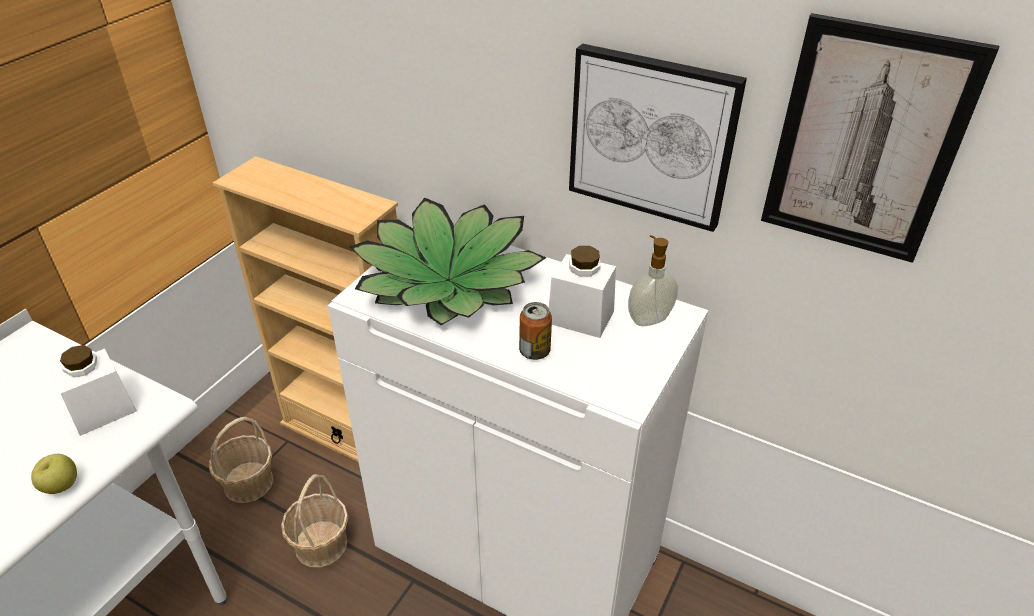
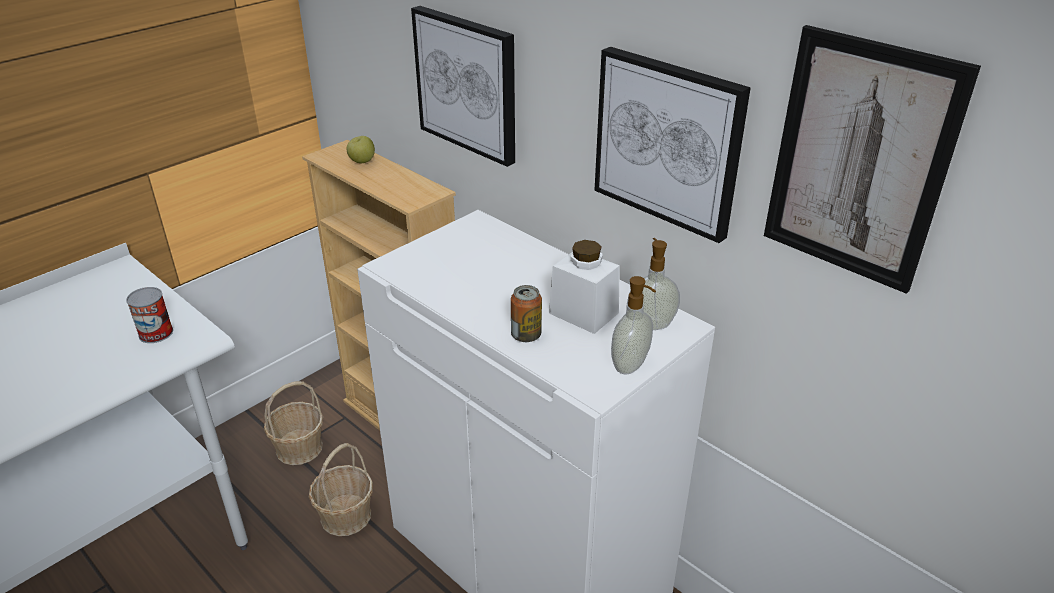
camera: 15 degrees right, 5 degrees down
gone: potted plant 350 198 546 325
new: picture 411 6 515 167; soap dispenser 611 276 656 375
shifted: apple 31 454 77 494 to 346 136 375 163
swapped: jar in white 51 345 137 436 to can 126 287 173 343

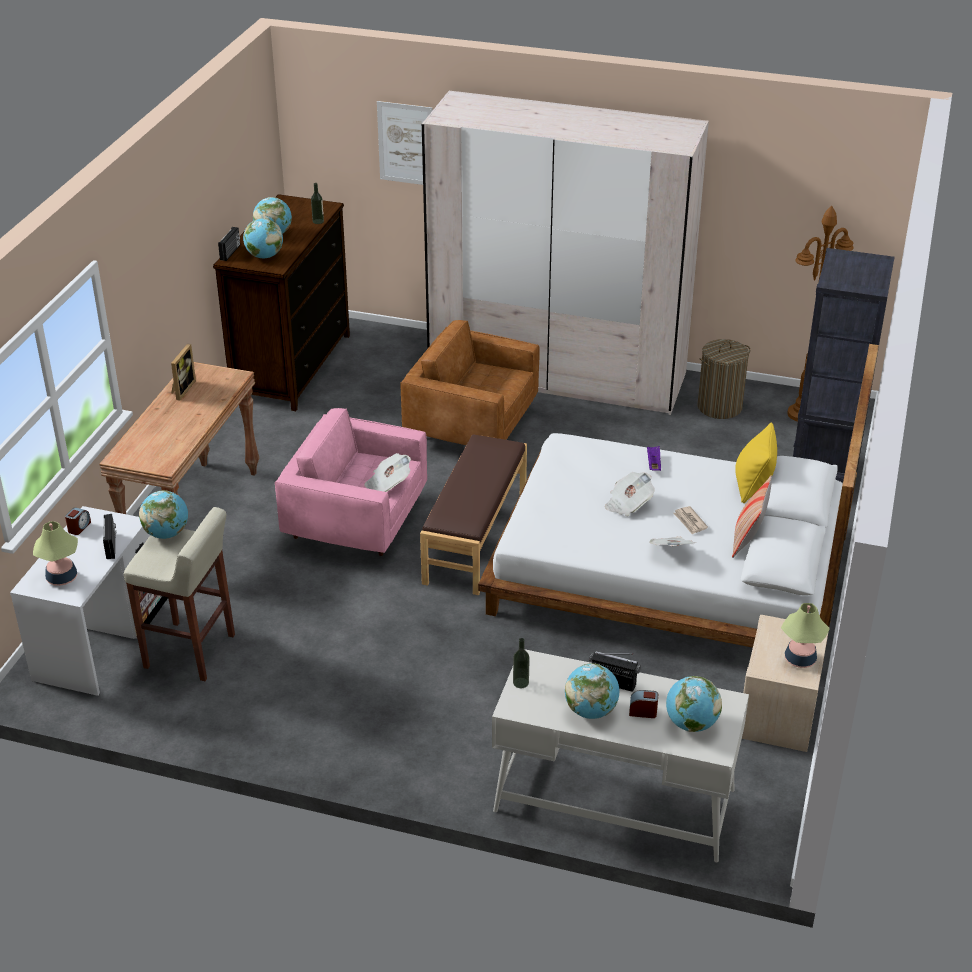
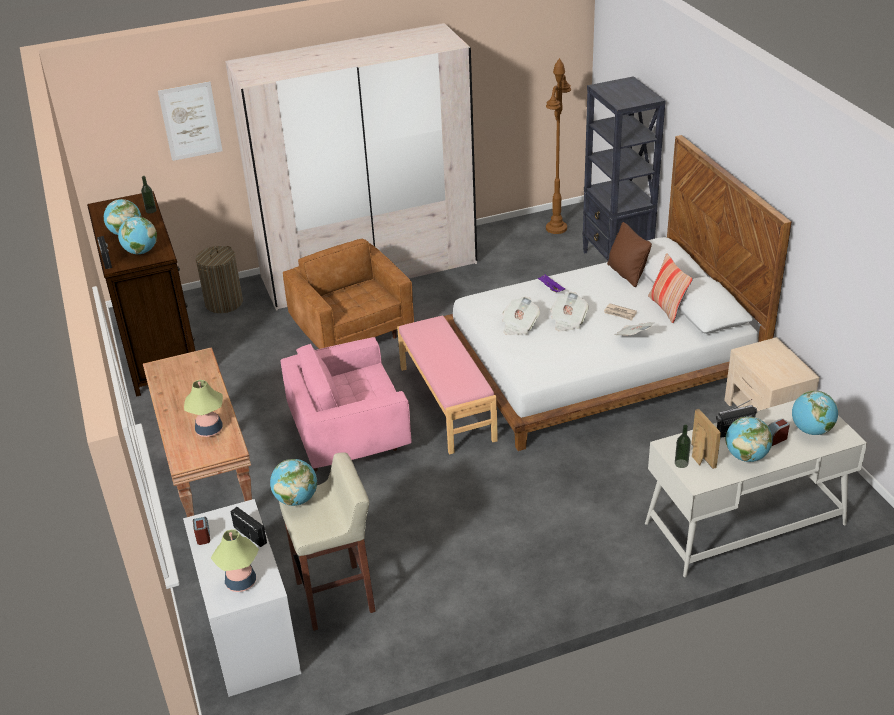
camera: 35 degrees left, 0 degrees up
shifted: table lamp 781 603 830 668 to 184 380 223 437; laundry basket 697 339 750 419 to 196 246 243 313; newspaper 364 453 411 492 to 502 297 540 335; picture frame 171 344 196 401 to 691 409 721 469
repainted: bench in brown 420 434 527 595 to bench in pink 397 316 498 455; pillow in yellow 735 423 777 503 to pillow in brown 607 222 652 287
rotated: armchair in brown 400 320 540 445 = 283 239 414 350 75 degrees clockwise

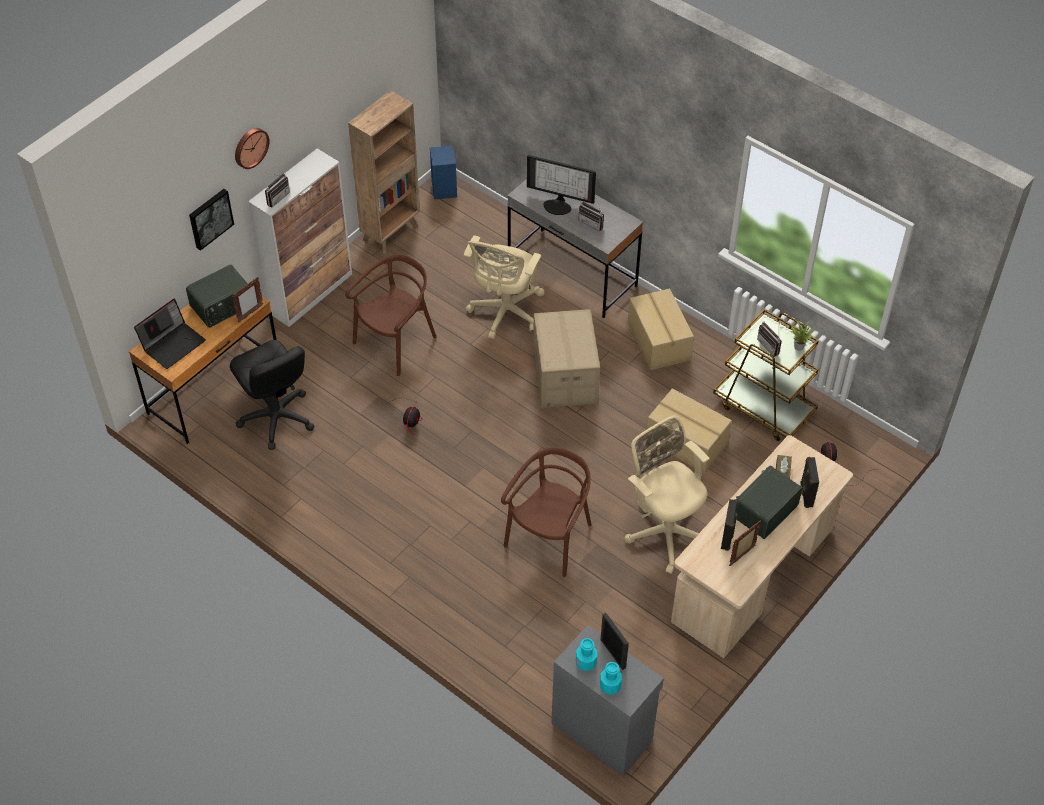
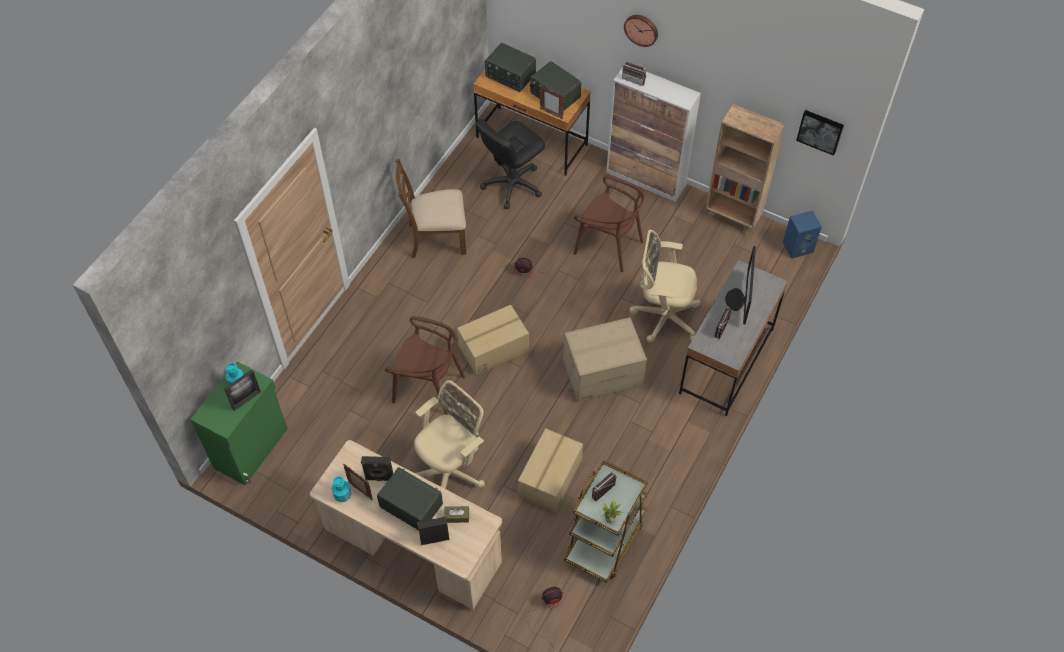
camera: 80 degrees right, 5 degrees up
new: chair in brown 396 159 466 258
shifted: bottle in turquoise 600 662 622 695 to 332 476 351 502; cardboard box 628 288 694 370 to 457 305 529 375; picture 189 189 234 251 to 796 110 844 156
swapped: laptop 134 299 206 369 to radio 485 43 536 92
repainted: cabinet in grey 551 625 664 776 to cabinet in green 190 362 288 485

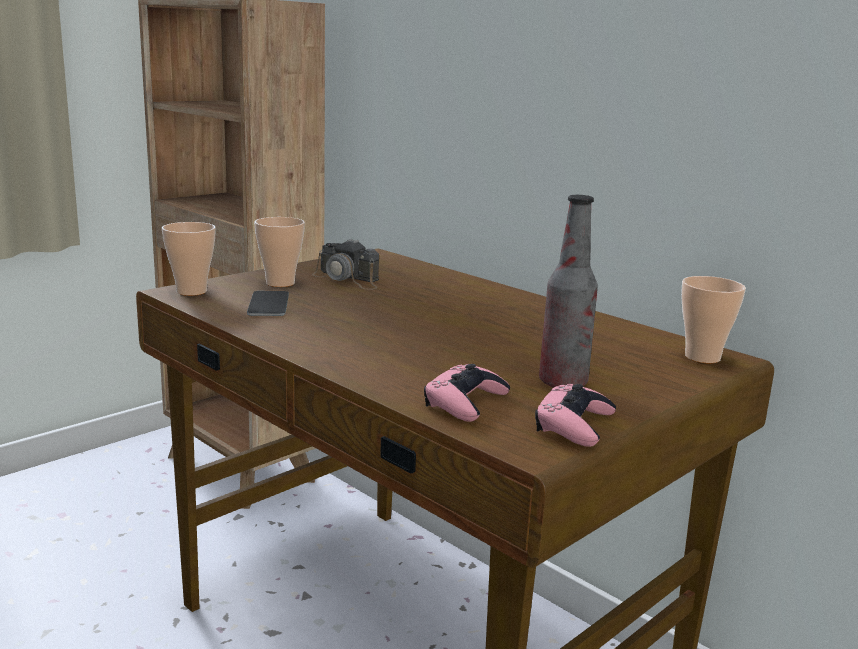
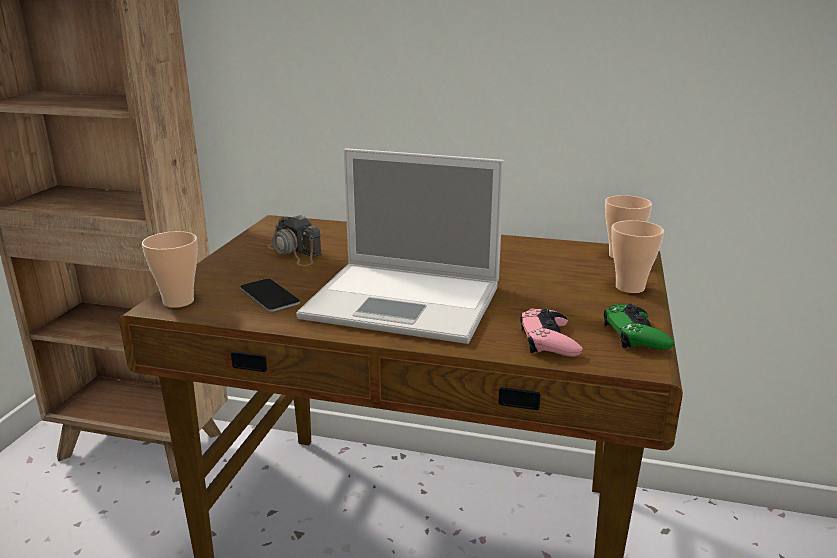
camera: 30 degrees left, 5 degrees up
gone: bottle 539 195 598 388
new: laptop 296 148 505 344
shifted: cup 254 217 305 287 to 611 220 664 293
repainted: game controller in pink 535 384 616 447 to game controller in green 604 304 675 350
rotated: photo camera 312 239 379 290 = 267 215 322 266 45 degrees clockwise

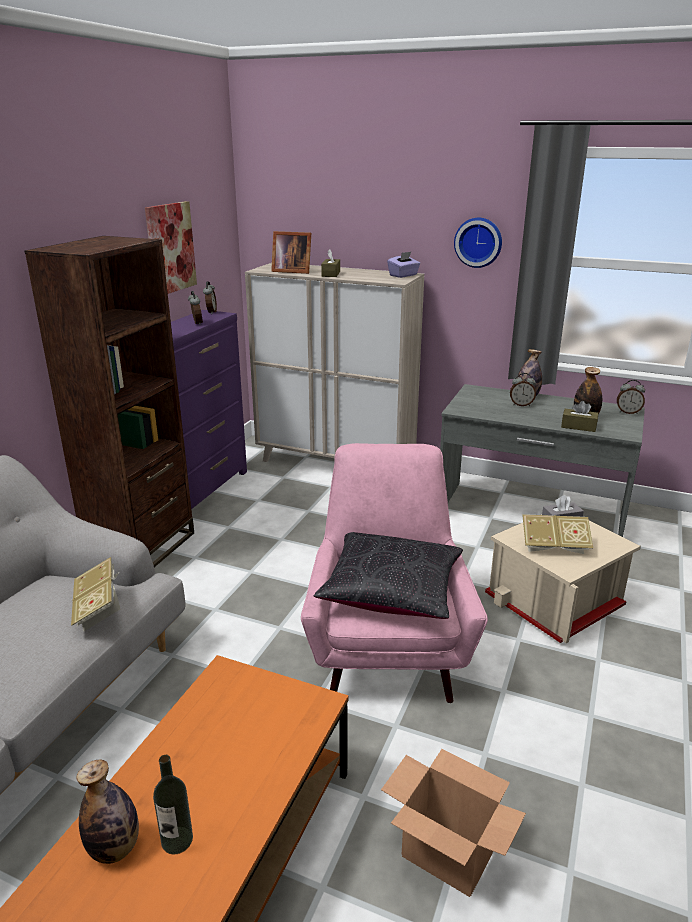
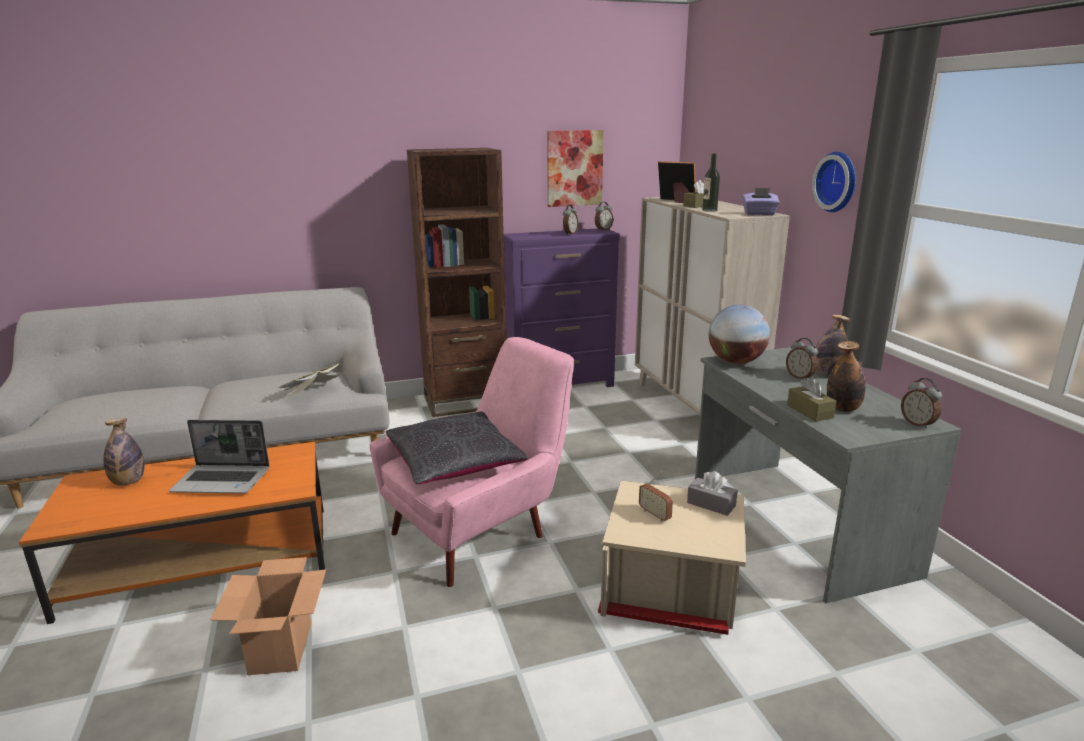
camera: 50 degrees right, 5 degrees down
new: laptop 169 420 270 494; globe 709 305 770 364
shifted: bottle 153 755 193 855 to 702 154 720 212
swapped: book 522 514 593 554 to radio 639 471 673 522
rotated: picture frame 271 231 311 274 = 658 161 696 203 150 degrees clockwise

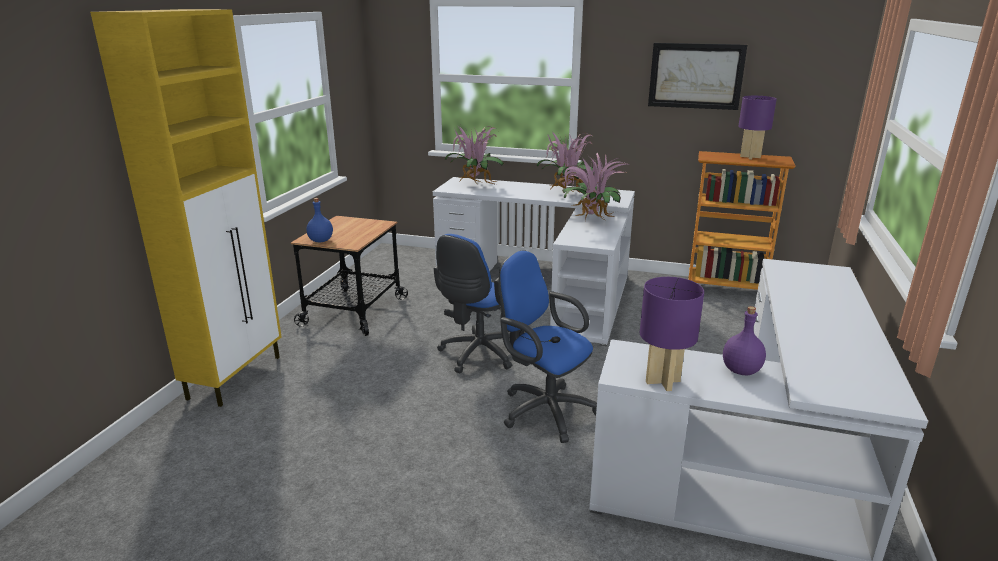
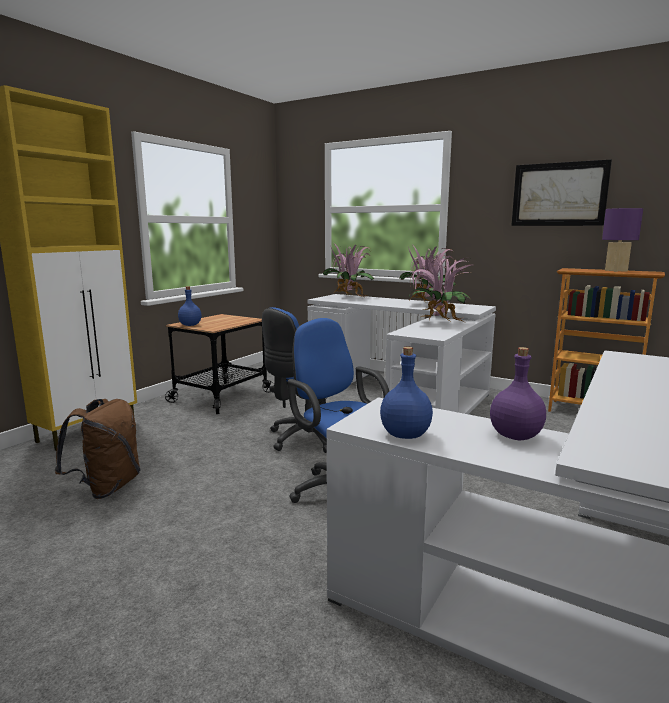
camera: 15 degrees right, 10 degrees down
new: backpack in brown 55 399 140 499
swapped: table lamp in purple 640 277 704 391 to bottle in blue 380 347 433 439

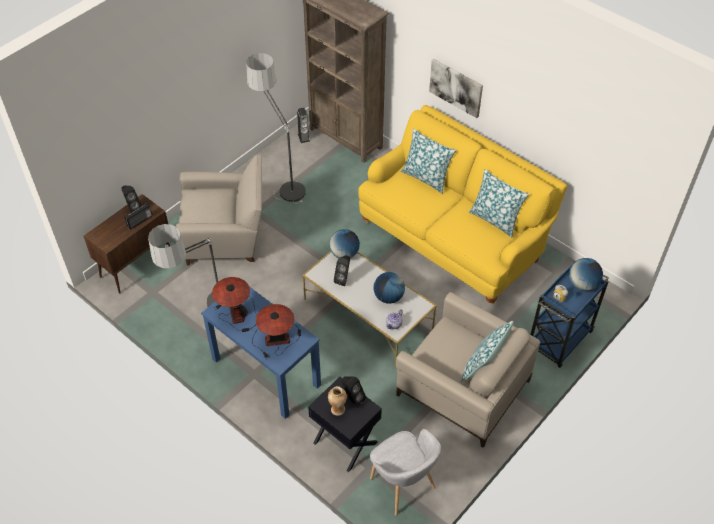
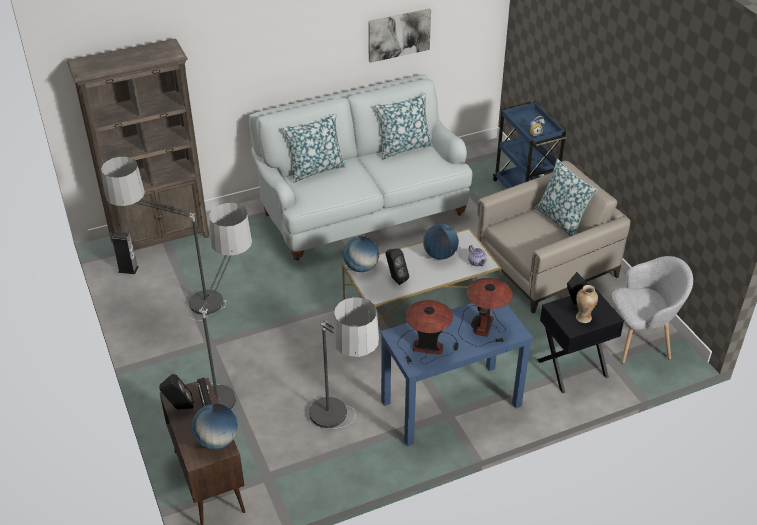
camera: 65 degrees left, 10 degrees down
shifted: globe 569 258 603 291 to 192 404 238 450; picture 429 59 483 118 to 368 9 431 63
swapped: armchair in beige 176 154 262 265 to floor lamp 199 203 252 409
repainted: sofa in yellow 358 105 567 304 to sofa in white 249 74 472 261

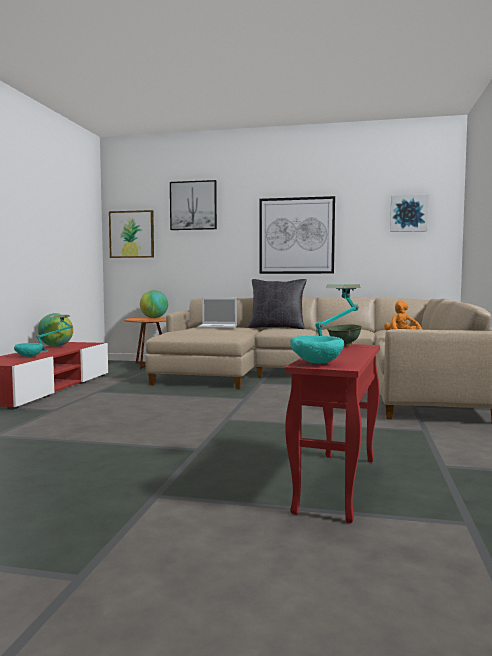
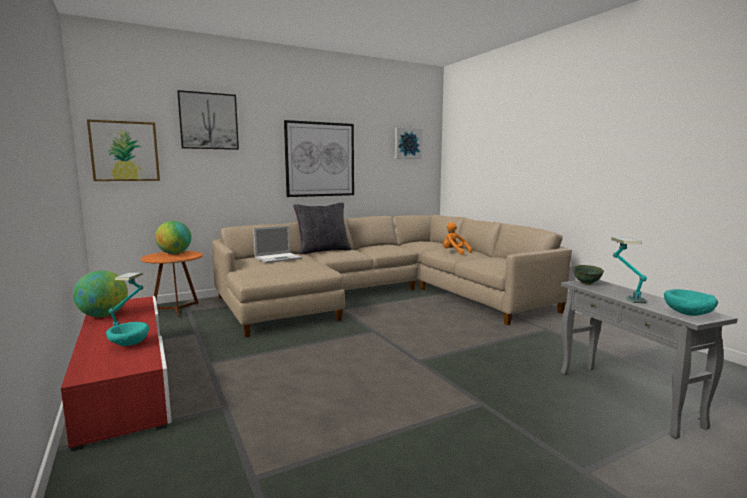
camera: 40 degrees left, 5 degrees up
repainted: side table in red 285 344 380 523 to side table in grey 561 280 738 439

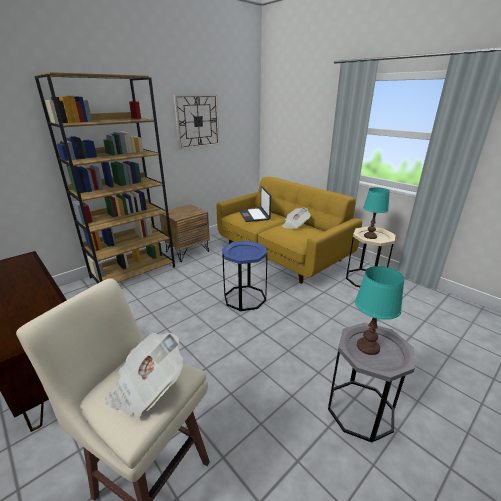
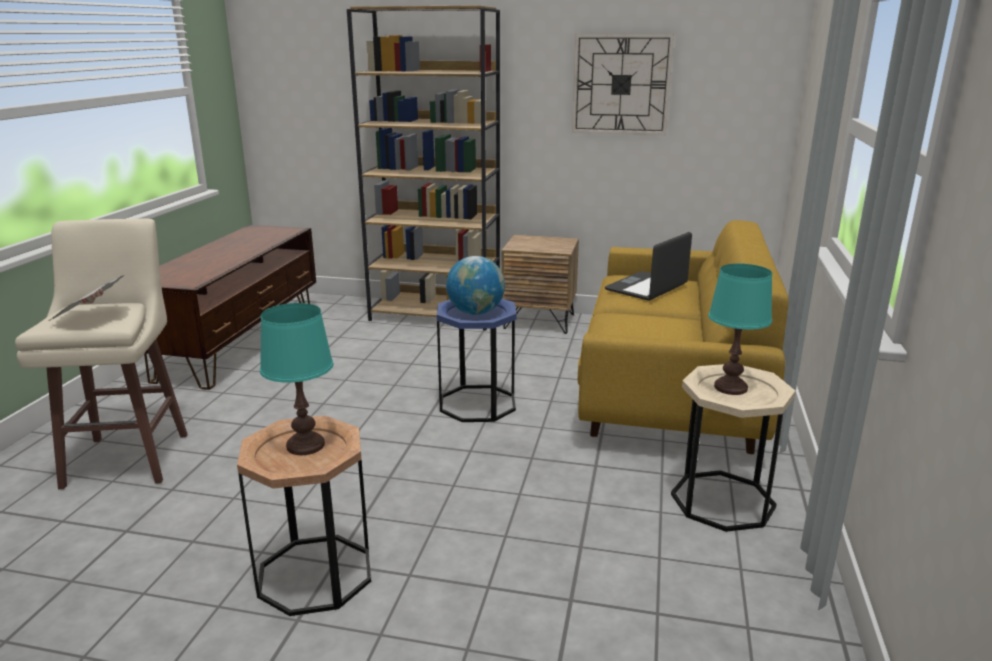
camera: 55 degrees right, 5 degrees down
gone: newspaper 283 208 311 229
new: globe 446 256 505 315
repainted: side table in grey 328 322 415 442 to side table in brown 237 416 371 616

